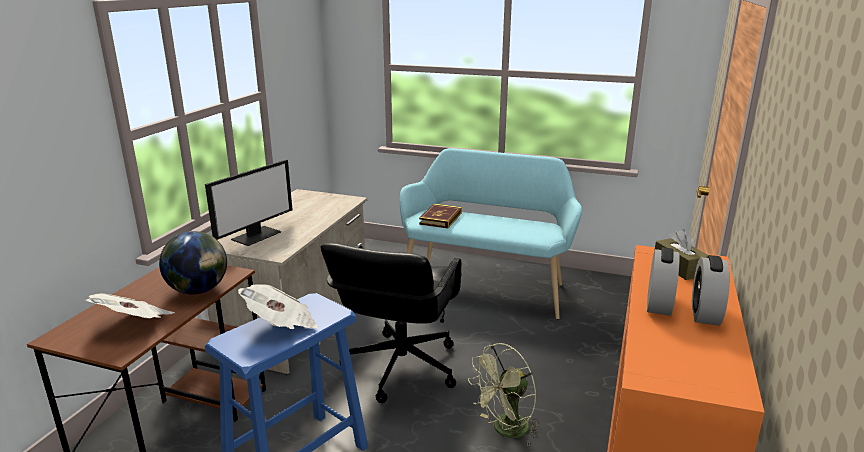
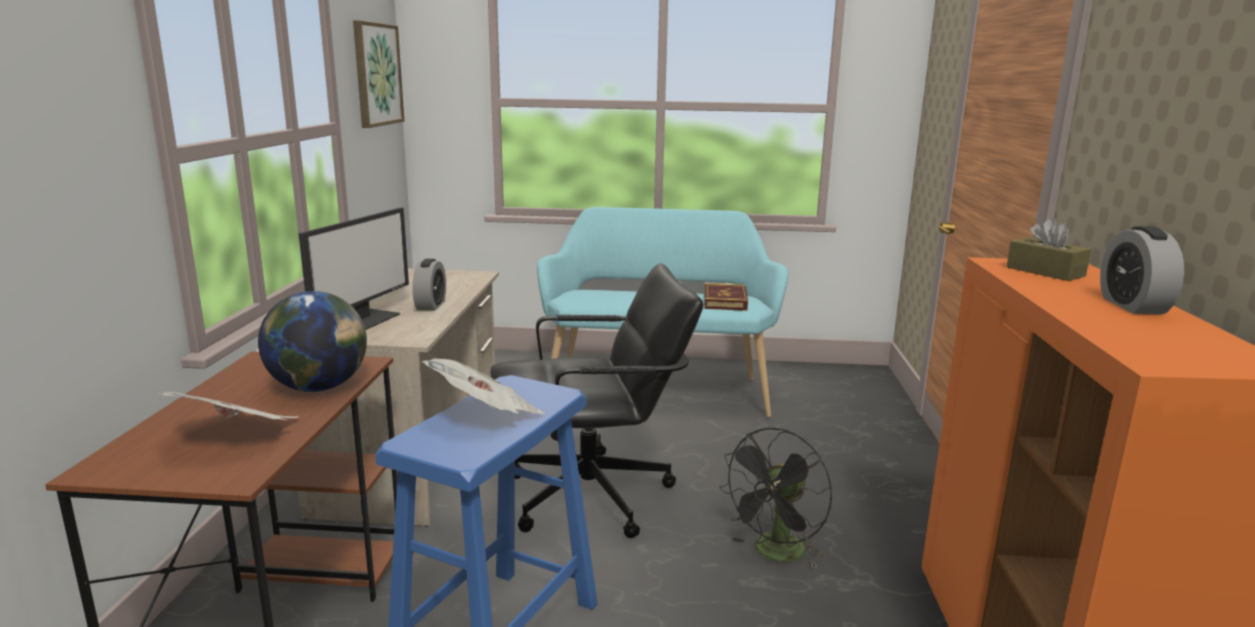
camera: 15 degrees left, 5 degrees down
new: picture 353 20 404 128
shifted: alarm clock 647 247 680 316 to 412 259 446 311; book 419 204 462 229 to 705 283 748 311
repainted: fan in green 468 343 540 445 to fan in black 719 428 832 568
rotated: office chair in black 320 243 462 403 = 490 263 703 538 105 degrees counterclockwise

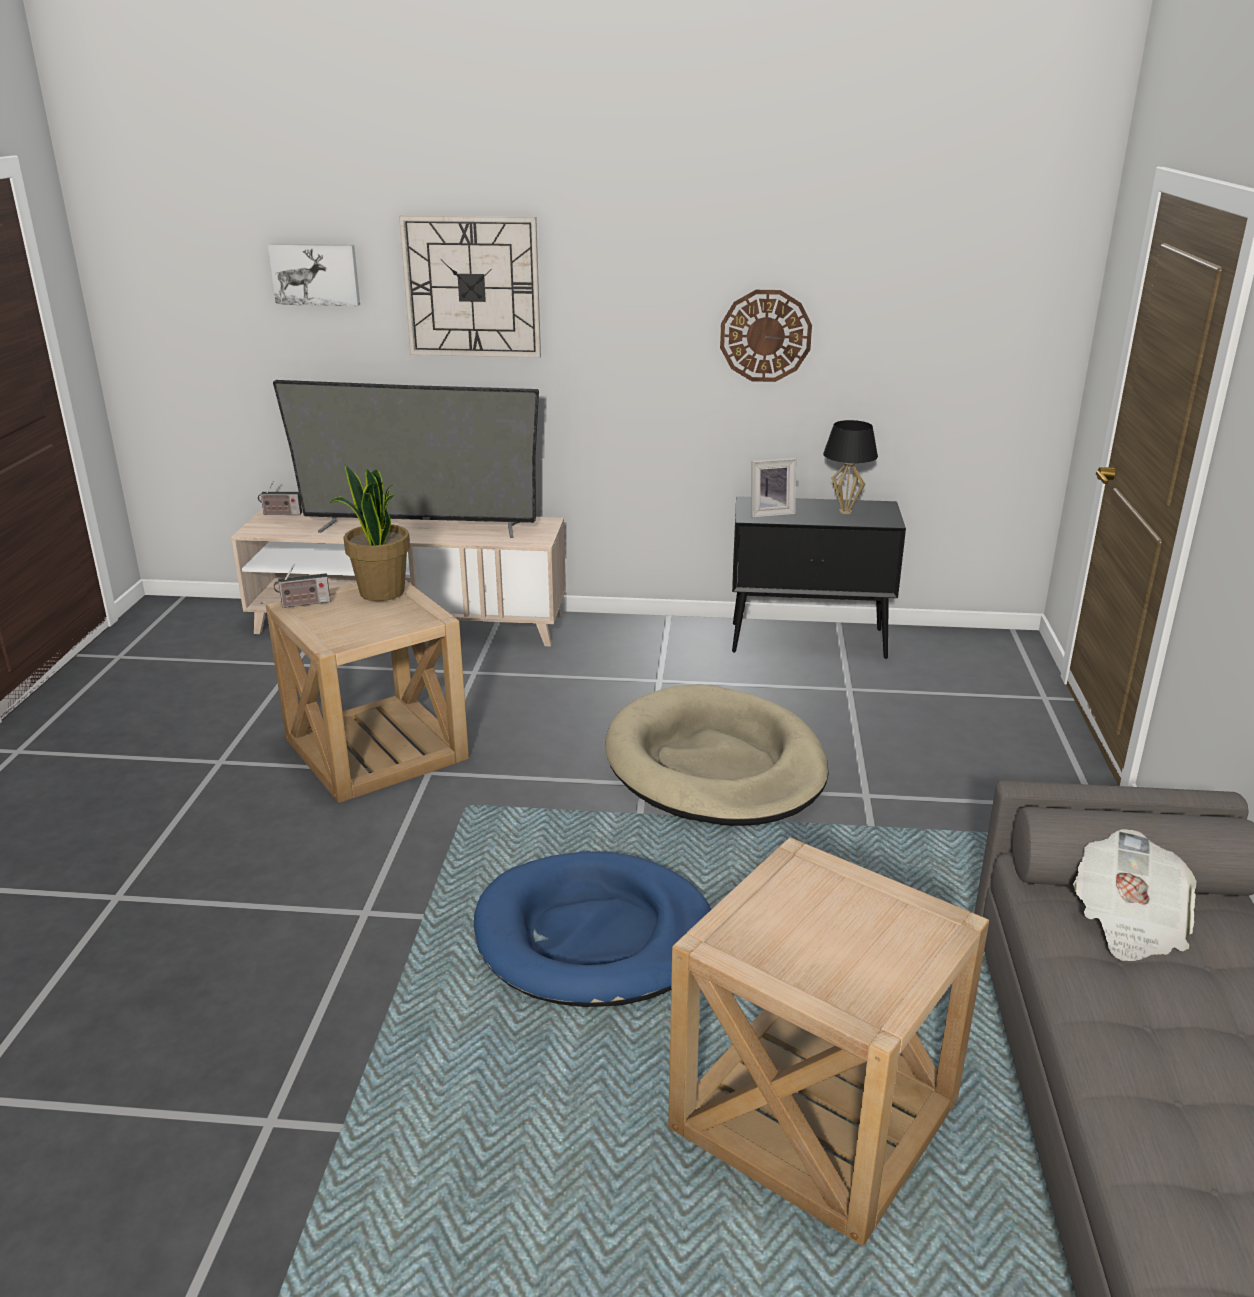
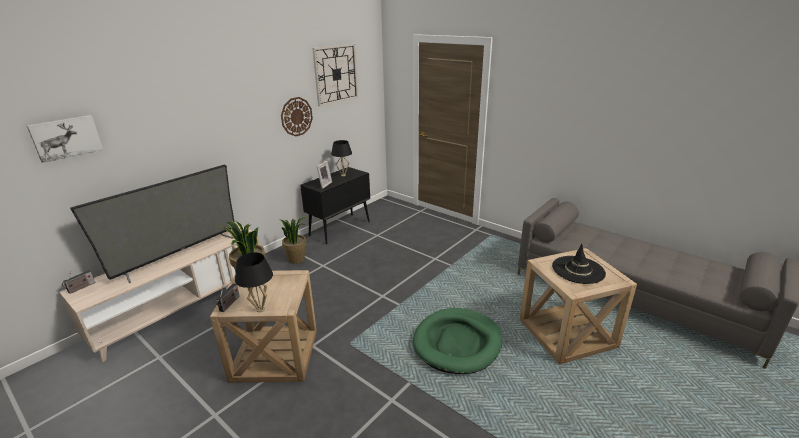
camera: 55 degrees left, 0 degrees up
gone: dog bed in beige 605 684 829 826; newspaper 1073 829 1197 961
new: table lamp in black 235 253 273 312; potted plant 279 217 306 264; hat in black 552 244 606 284
shifted: wall clock 399 215 541 358 to 312 44 358 106
repainted: dog bed in blue 474 851 711 1007 to dog bed in green 413 308 502 374

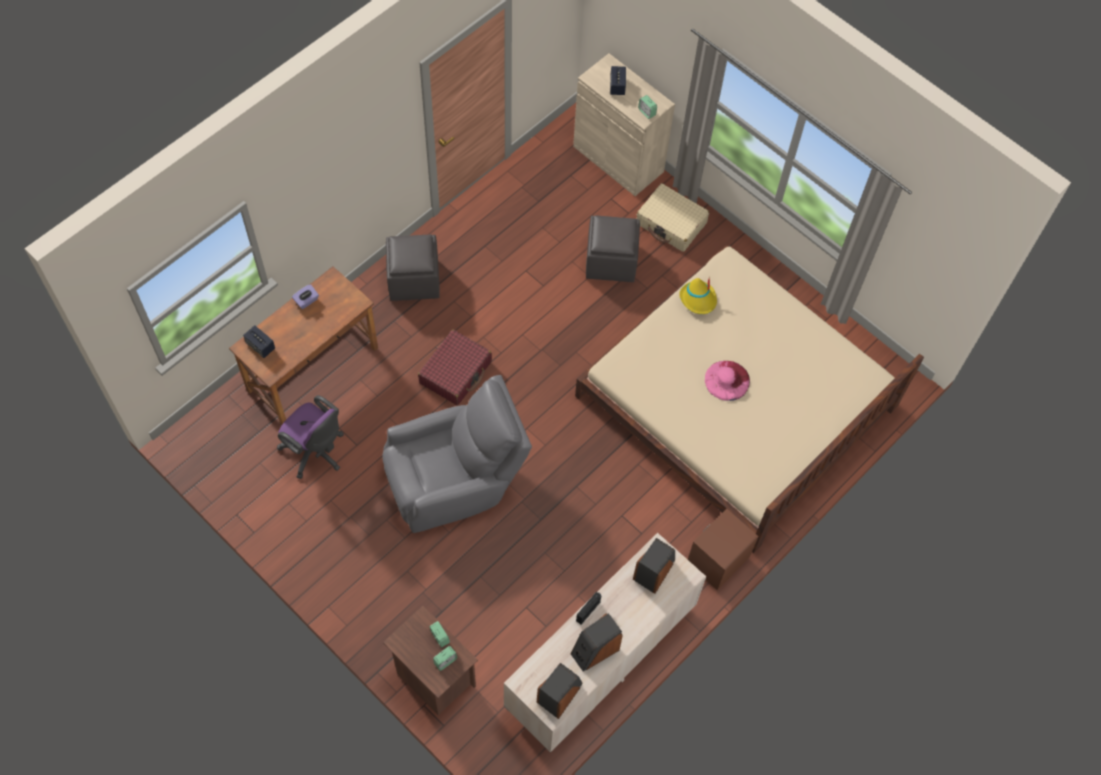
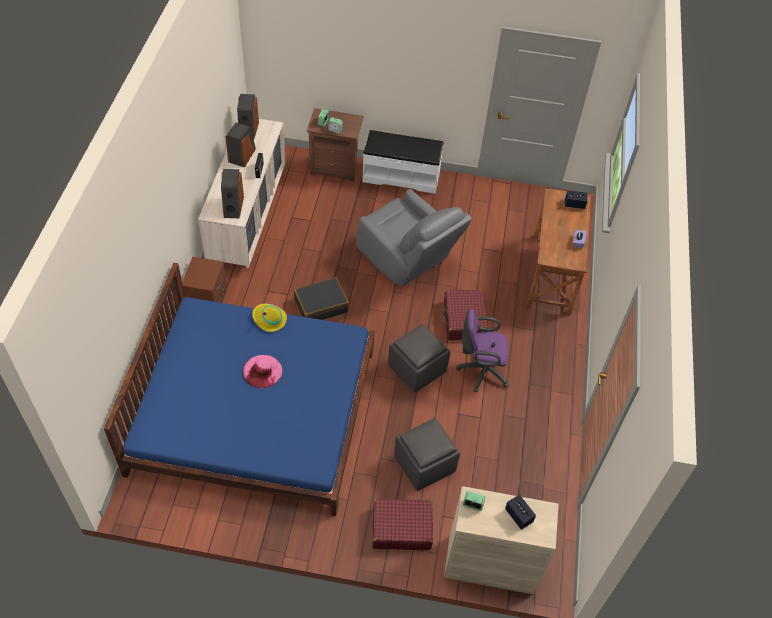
camera: 145 degrees right, 10 degrees down
new: suitcase in black 294 277 349 320; bench in white 362 130 444 194
shifted: hat in yellow 679 276 717 314 to 252 304 287 332; ottoman in grey 386 234 440 301 to 388 324 450 393; office chair in purple 277 395 344 479 to 456 309 509 392
repainted: bed in beige 575 245 924 553 to bed in blue 104 263 375 516; suitcase in beige 637 183 709 252 to suitcase in red 373 499 433 550
rotated: armchair in grey 382 375 532 533 = 356 189 472 287 75 degrees counterclockwise

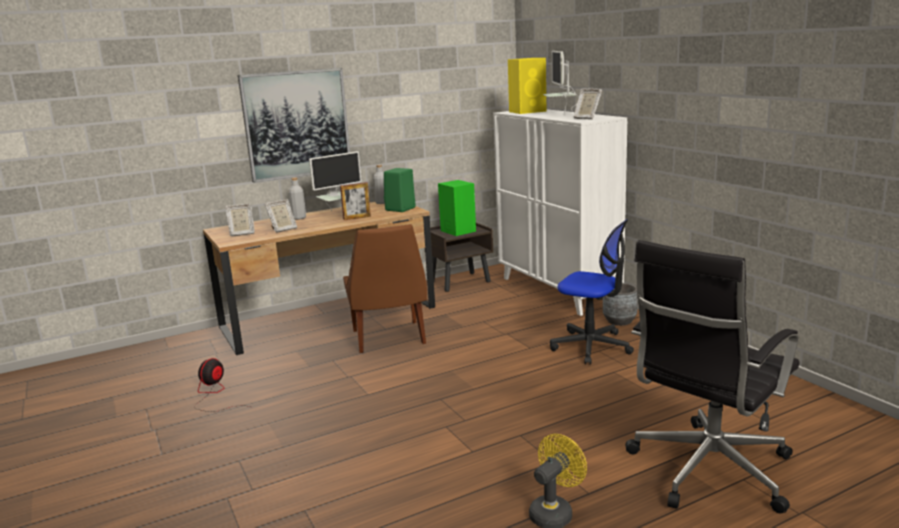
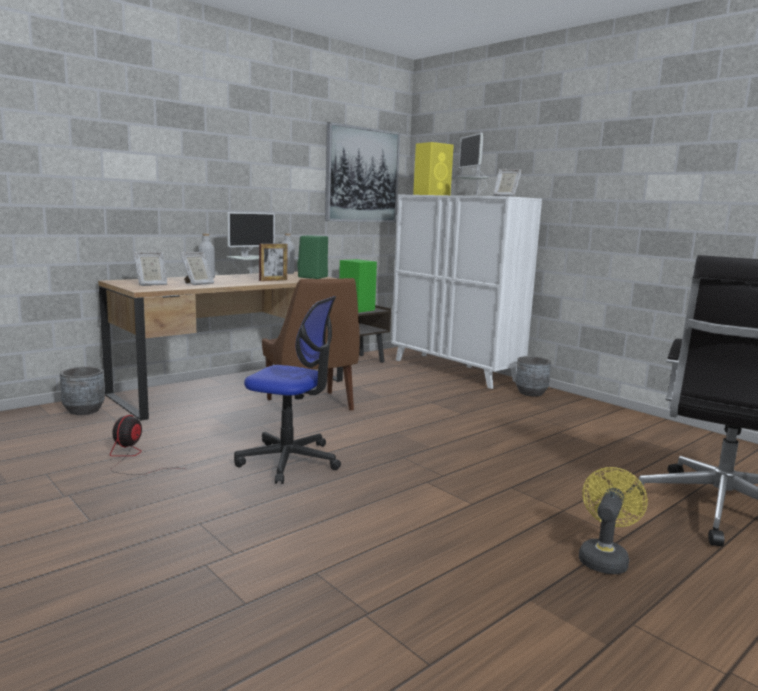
camera: 15 degrees left, 5 degrees down
new: planter in grey 60 366 105 415
shifted: office chair 550 219 634 365 to 234 296 341 484; picture 238 68 350 183 to 325 122 400 223

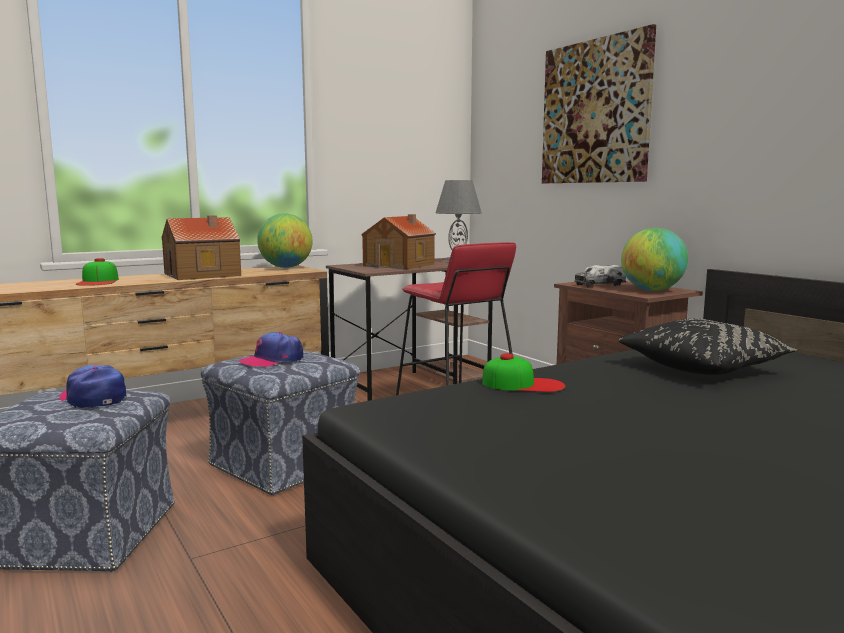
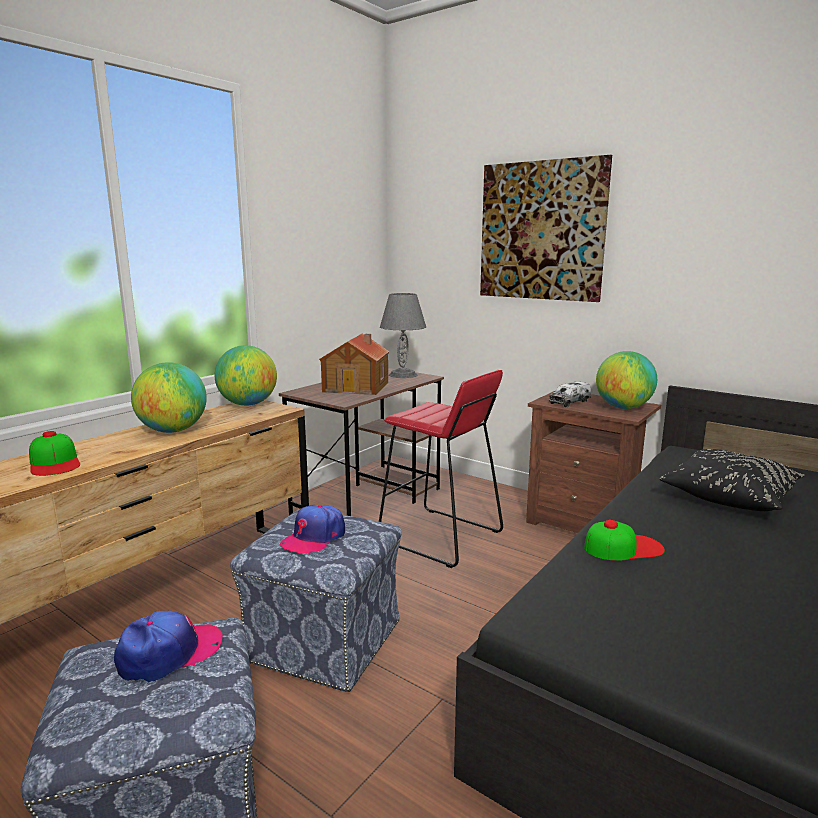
camera: 20 degrees left, 5 degrees up
swapped: toy house 162 215 241 280 to globe 131 362 207 433
rotated: cap 59 365 127 409 = 114 611 223 682 120 degrees clockwise

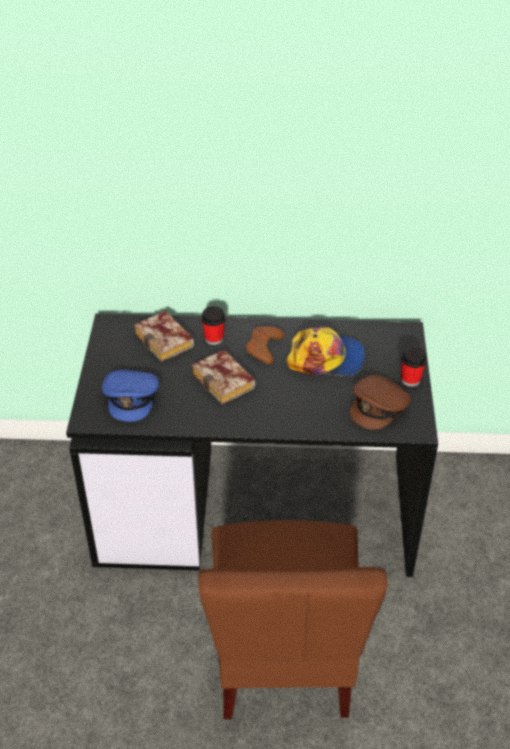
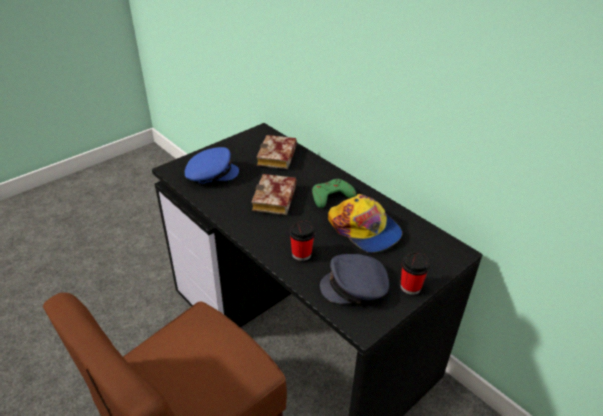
camera: 45 degrees right, 5 degrees down
shifted: cup 201 306 225 345 to 289 220 315 261
repainted: game controller in brown 246 326 284 364 to game controller in green 312 179 356 208; cap in brown 350 375 411 429 to cap in grey 320 254 389 304
rotated: cap in blue 102 370 159 422 = 185 147 239 184 150 degrees counterclockwise

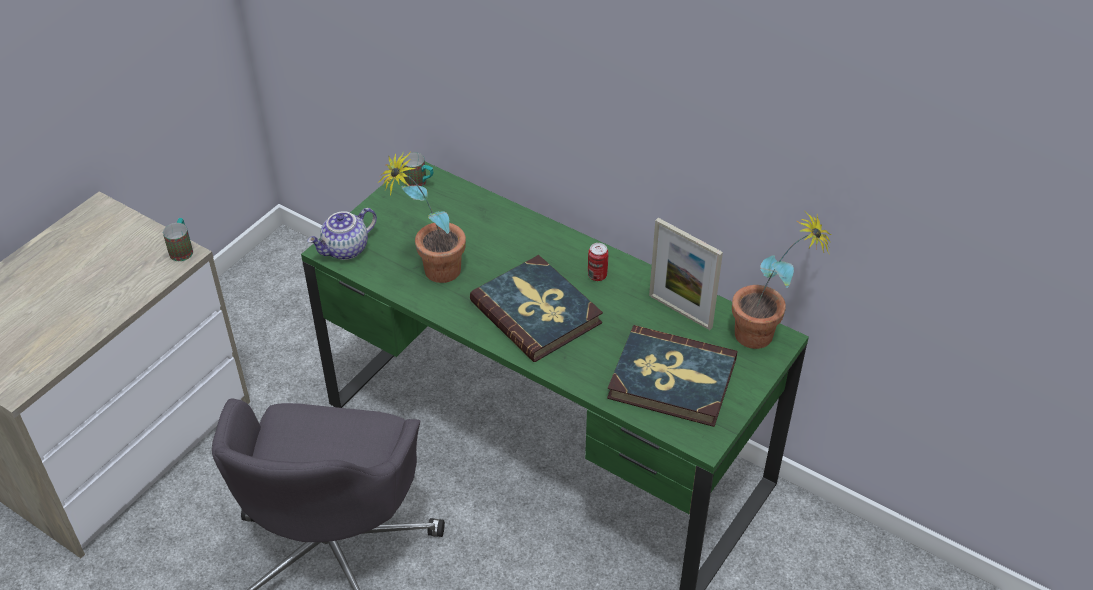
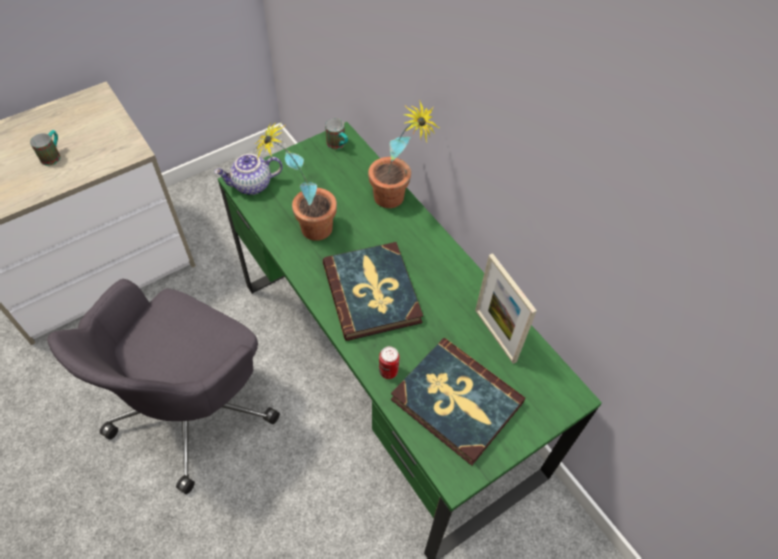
camera: 20 degrees right, 10 degrees up
shifted: mug 163 218 193 261 to 30 130 61 166; potted plant 732 210 832 349 to 368 102 439 208; can 588 243 608 281 to 379 346 399 379

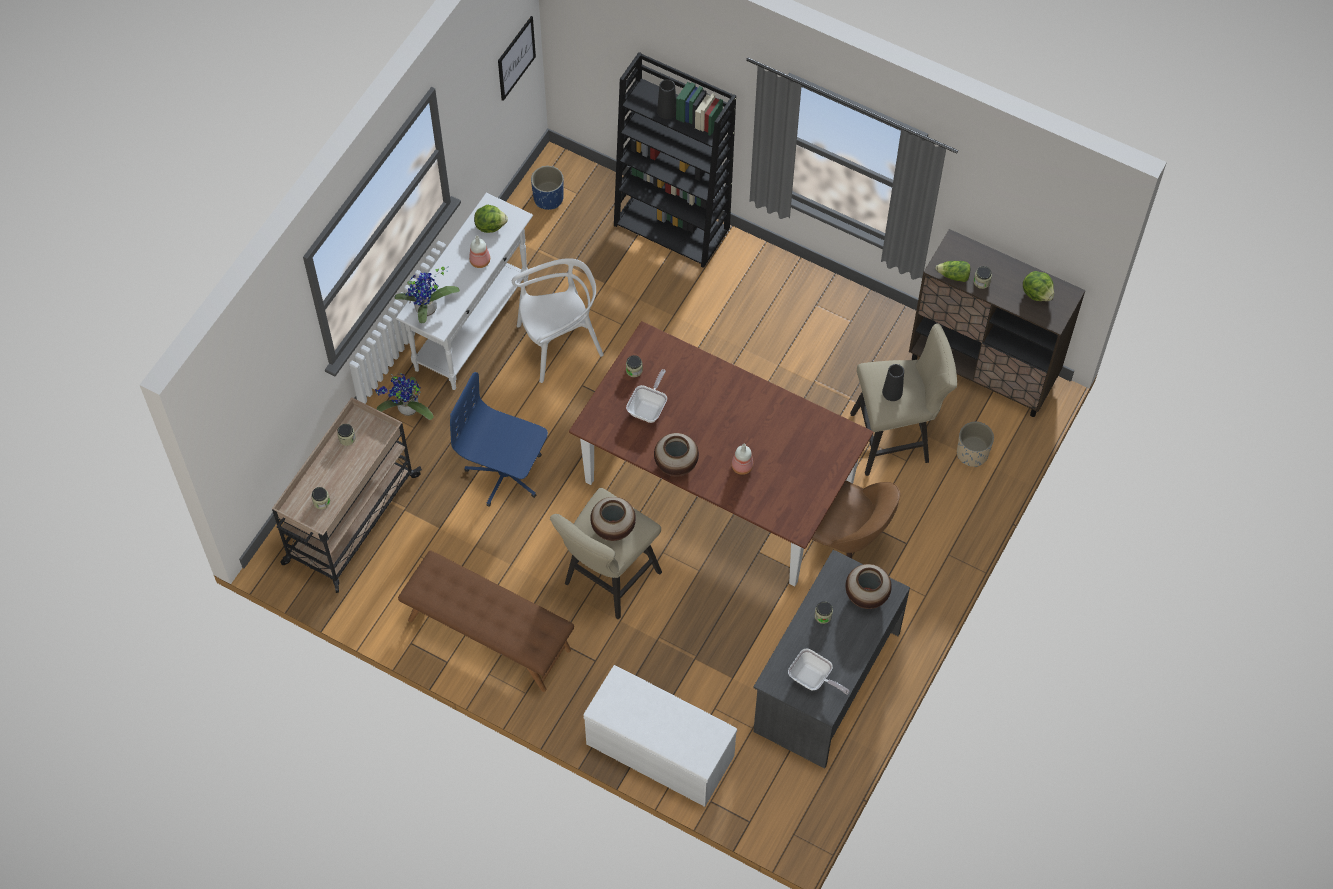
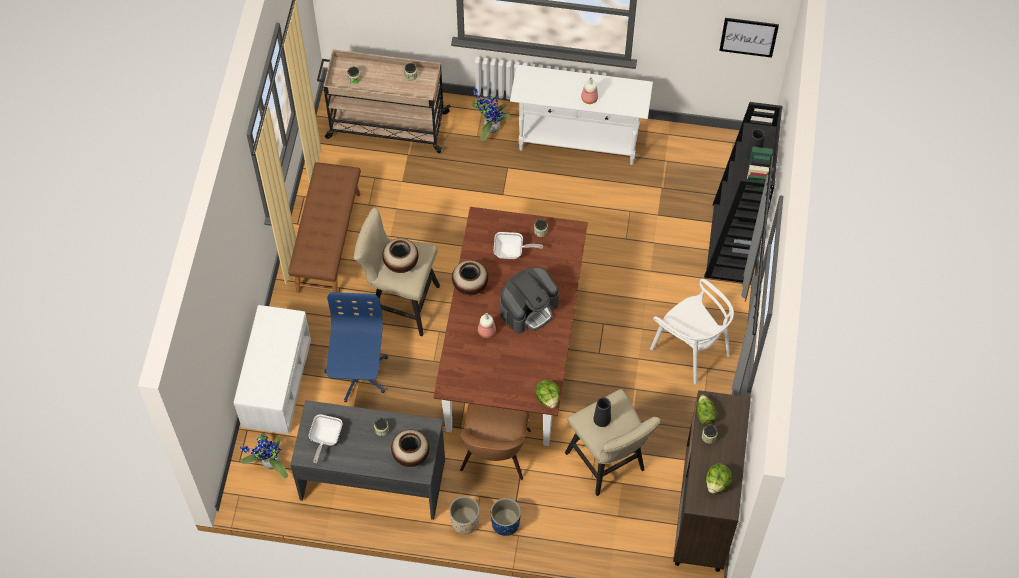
camera: 70 degrees right, 0 degrees up
new: coffee machine 500 267 559 334
shifted: potted plant 394 267 460 323 to 240 433 288 478; office chair in blue 450 372 548 507 to 324 292 388 402; planter in beige 957 422 994 467 to 449 496 479 534; planter in blue 531 166 564 210 to 491 498 521 536; lettuce 474 205 508 233 to 535 380 560 408; chair in white 512 258 604 383 to 650 279 734 384

